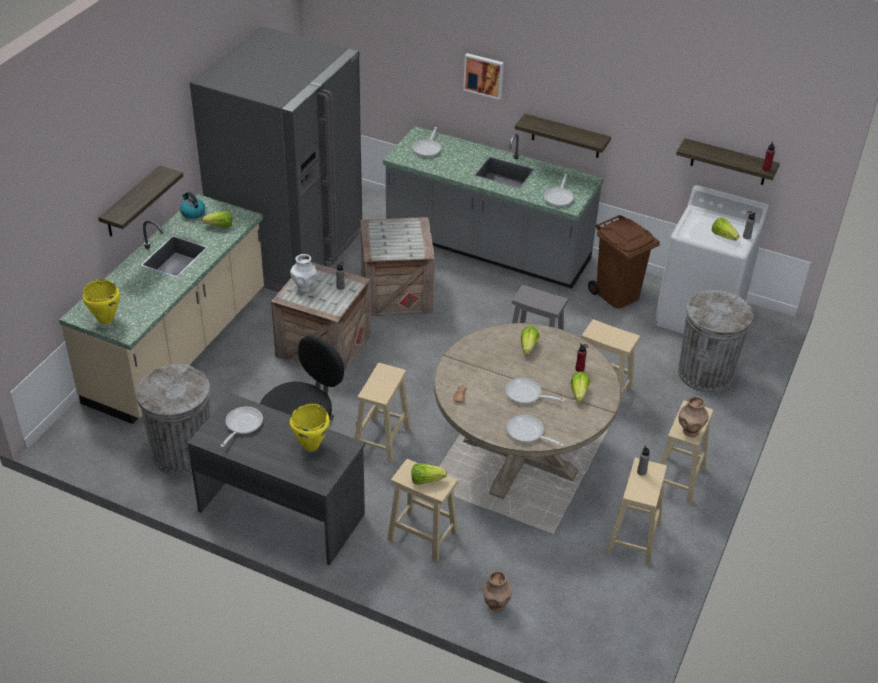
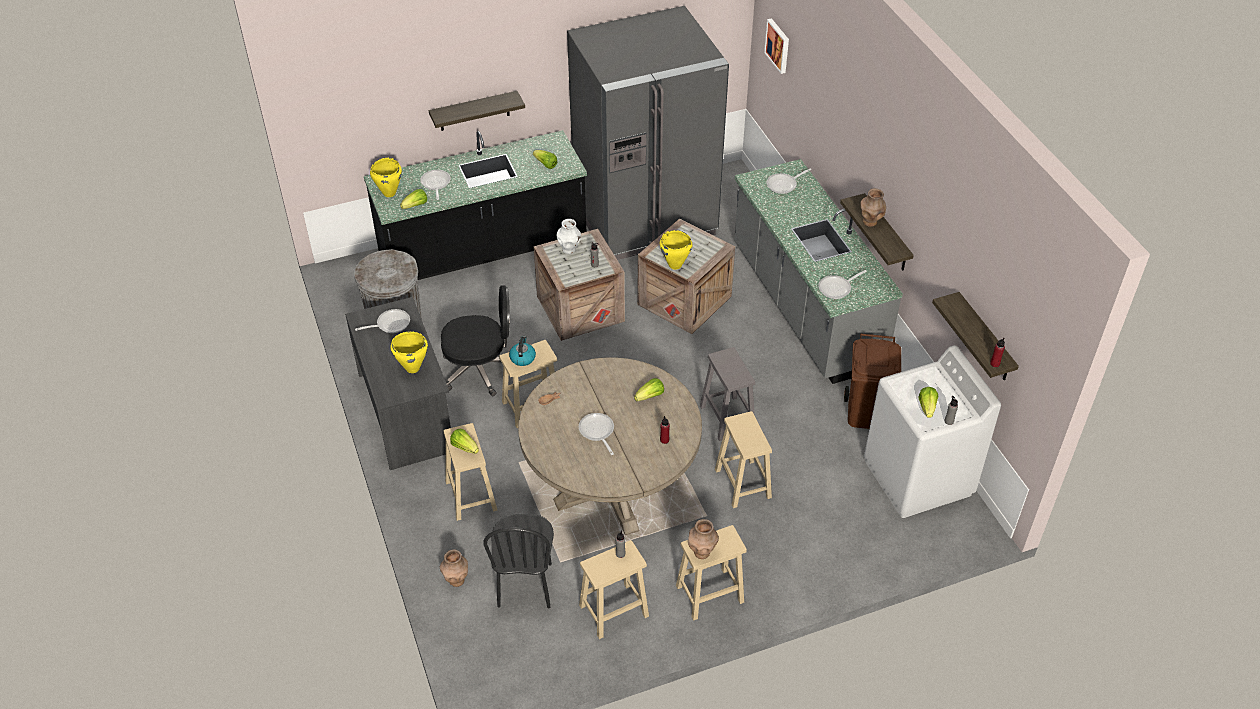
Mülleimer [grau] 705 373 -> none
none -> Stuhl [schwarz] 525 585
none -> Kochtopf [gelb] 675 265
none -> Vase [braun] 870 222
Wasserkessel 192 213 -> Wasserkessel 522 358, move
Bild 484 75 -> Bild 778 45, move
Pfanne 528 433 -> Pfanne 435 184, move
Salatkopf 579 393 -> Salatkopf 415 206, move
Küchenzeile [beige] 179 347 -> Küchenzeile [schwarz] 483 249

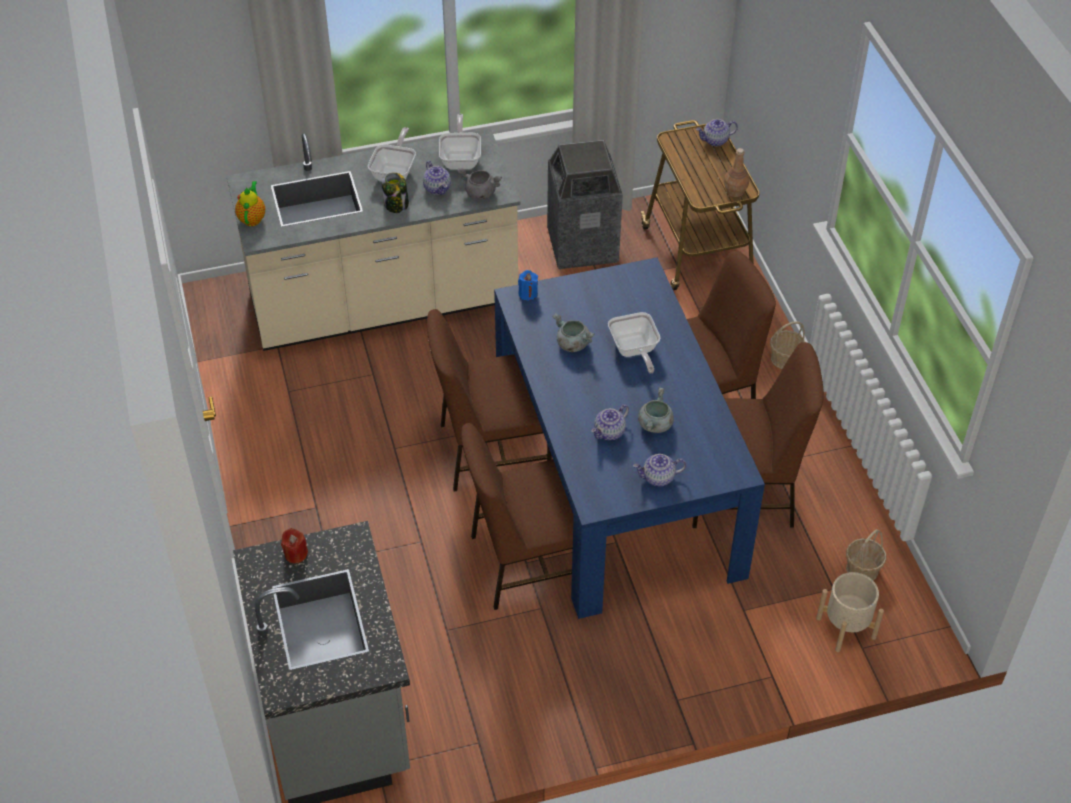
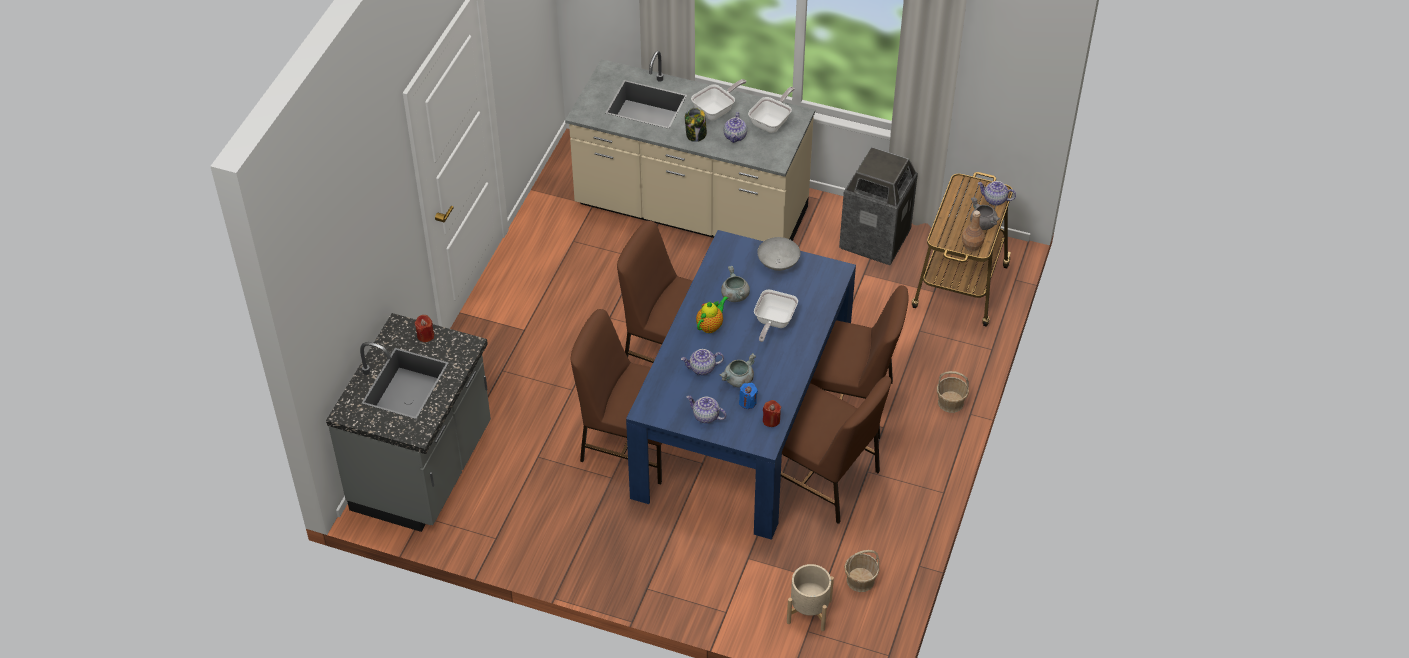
none -> Schüssel [grau] 777 264
none -> Kerze [rot] 771 420
Teekanne 252 218 -> Teekanne 711 325, move
Kochtopf [grau] 479 193 -> Kochtopf [grau] 982 224, move
Kerze [blau] 528 293 -> Kerze [blau] 747 402, move

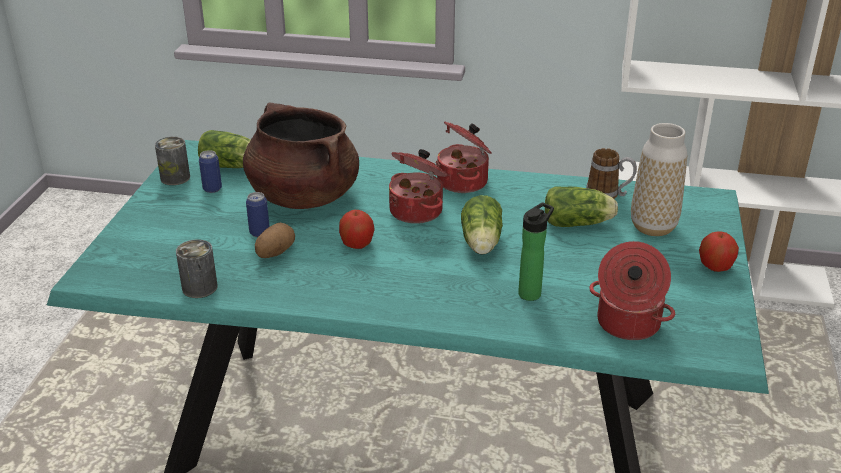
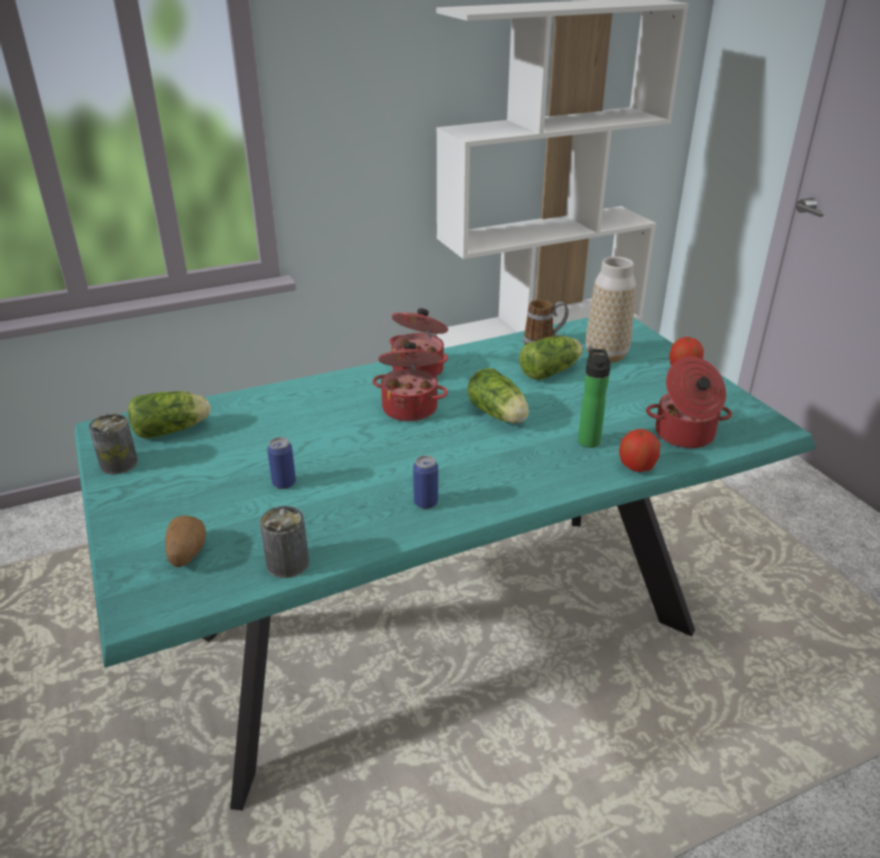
Kochtopf [braun] 303 196 -> none
Dose 212 189 -> Dose 426 502, move
Kartoffel 275 252 -> Kartoffel 186 554, move
Apfel 357 244 -> Apfel 636 467, move

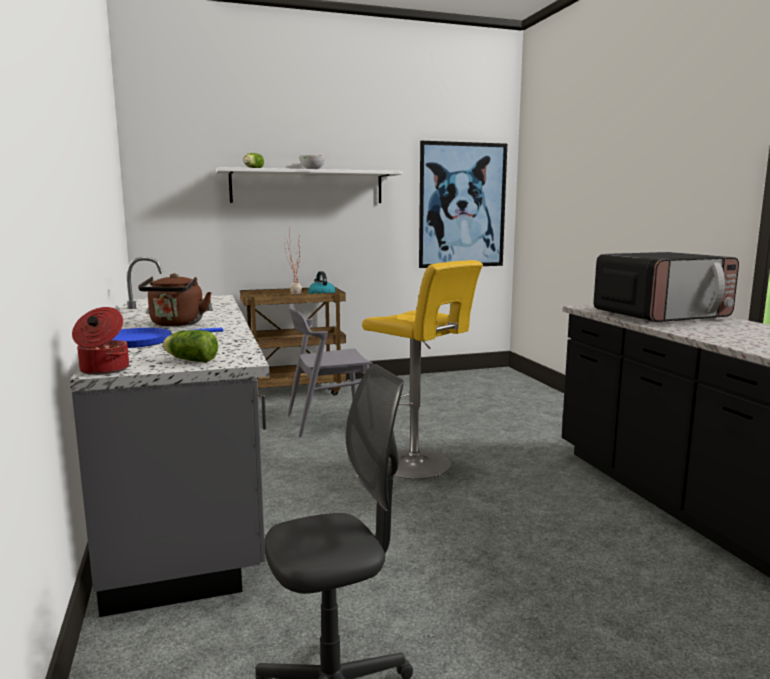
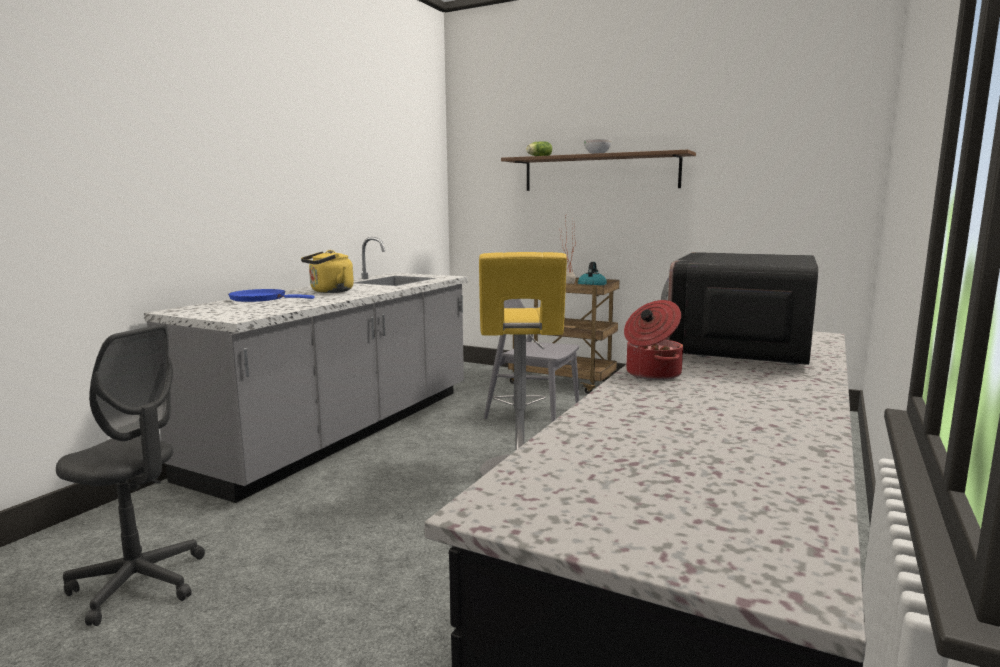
Salatkopf 190 360 -> none
Bild 462 205 -> none
Kochtopf 103 370 -> Kochtopf 651 374, move
Wasserkessel [braun] 176 324 -> Wasserkessel [gelb] 329 291
Wandregal [weiß] 307 187 -> Wandregal [braun] 599 173
Mikrowelle 661 315 -> Mikrowelle 739 348, 90 degrees clockwise

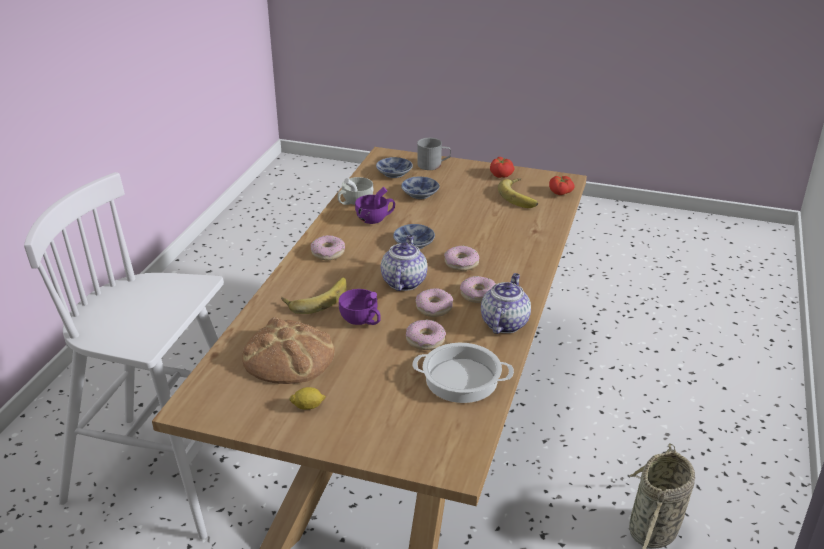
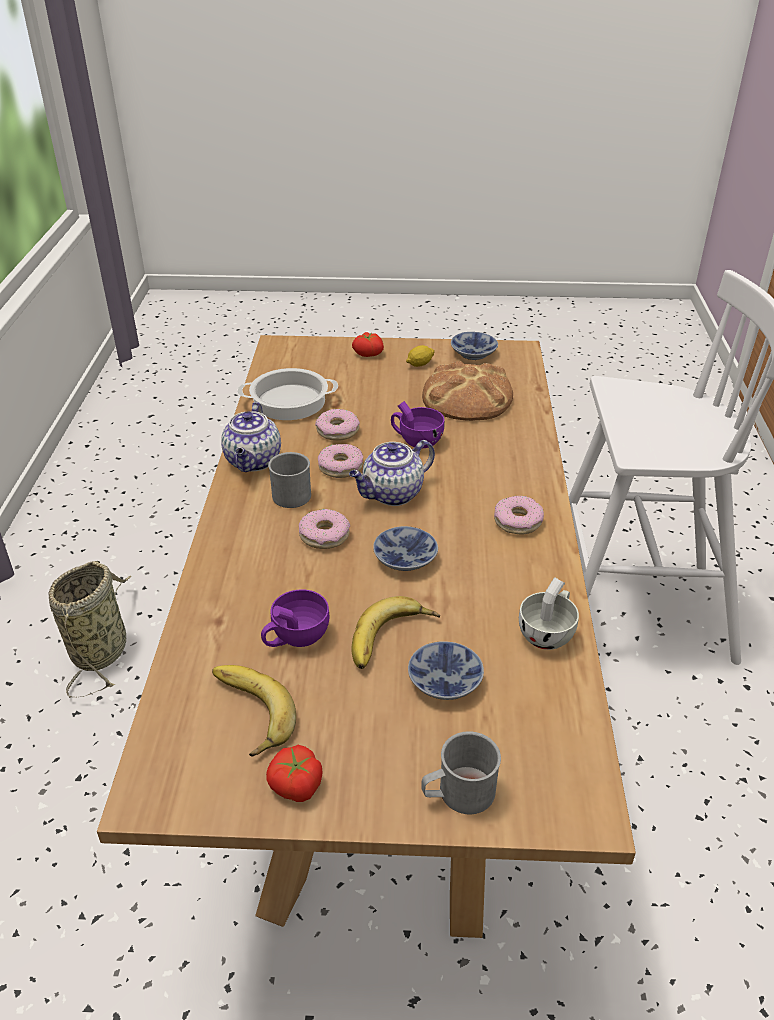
Banane 316 298 -> Banane 392 640, move
Tasse [lila] 375 219 -> Tasse [lila] 295 637, move
Schüssel 395 173 -> Schüssel 471 353, move
Tomate 560 193 -> Tomate 368 353, move
Donut 478 294 -> Henkelbecher [grau] 291 492
Teekanne 403 281 -> Teekanne 392 494, 60 degrees clockwise

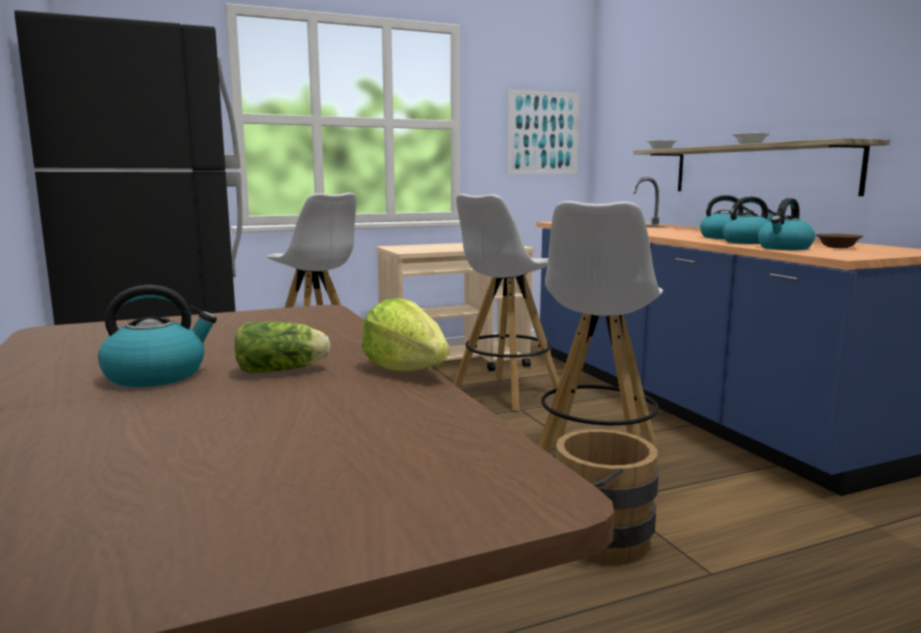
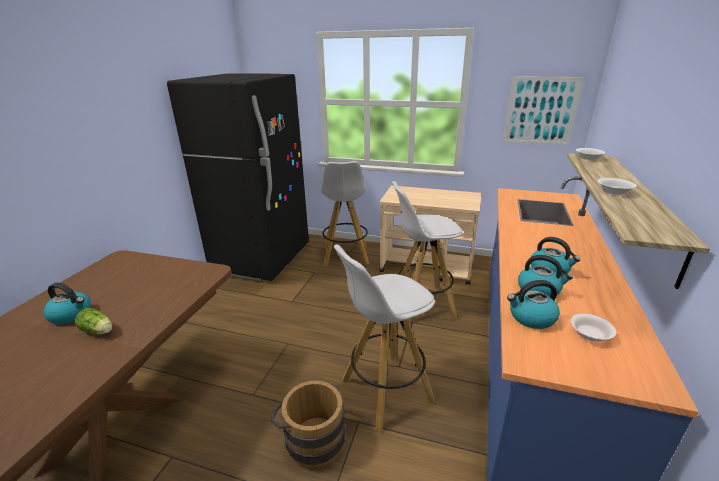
Salatkopf 406 369 -> none
Schüssel [braun] 838 247 -> Schüssel [weiß] 590 335

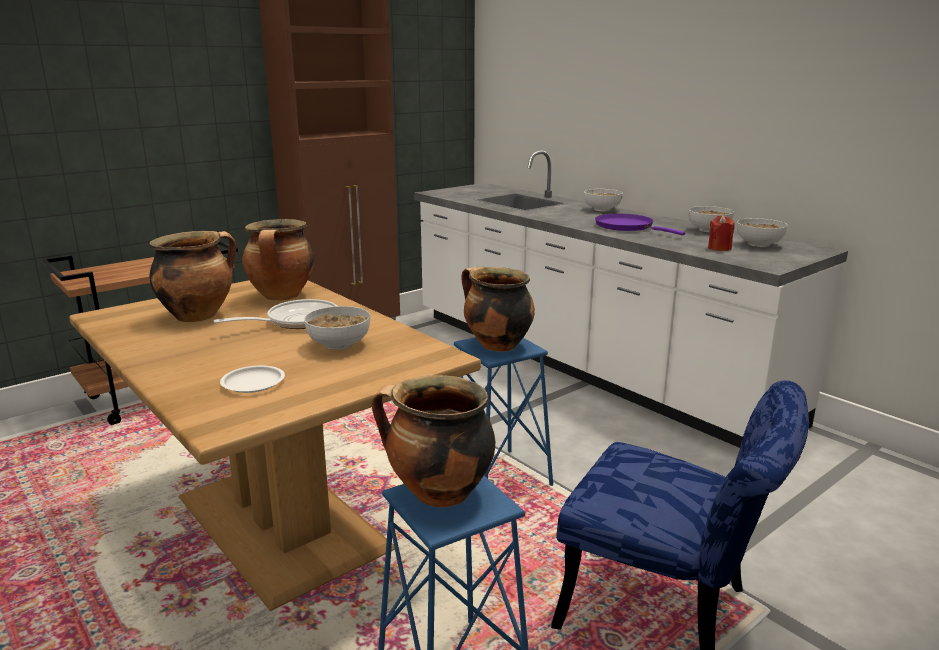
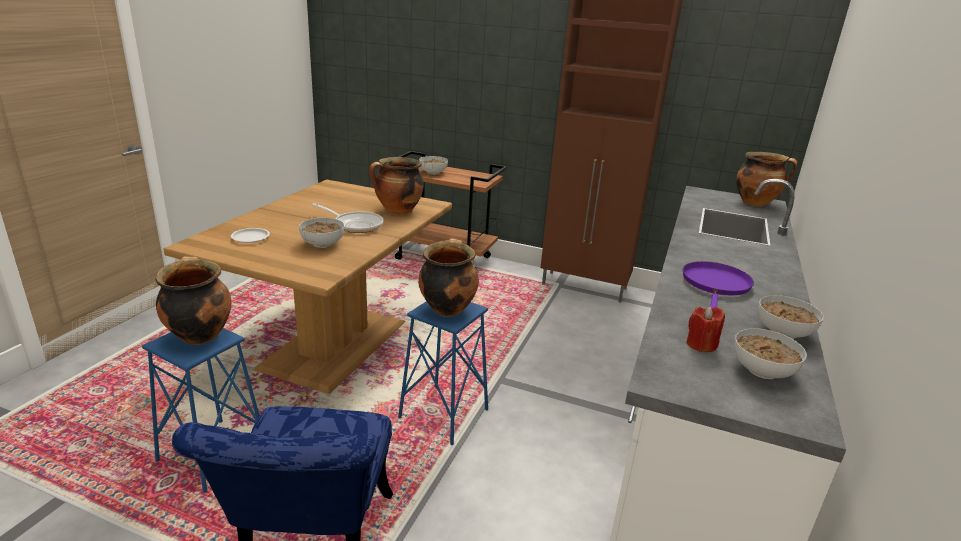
Kochtopf 198 315 -> Kochtopf 756 203, move
Schüssel 601 209 -> Schüssel 433 172, move

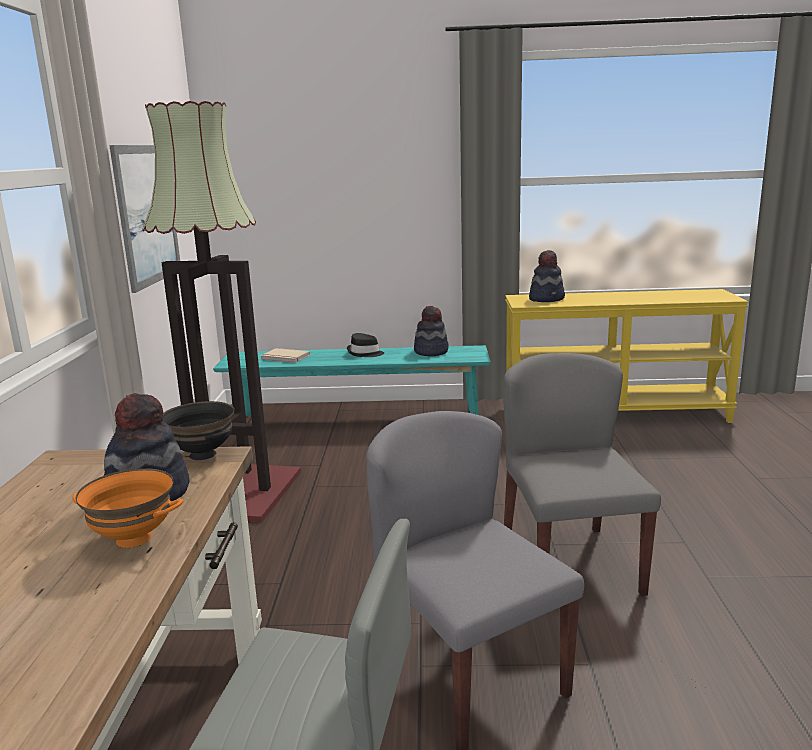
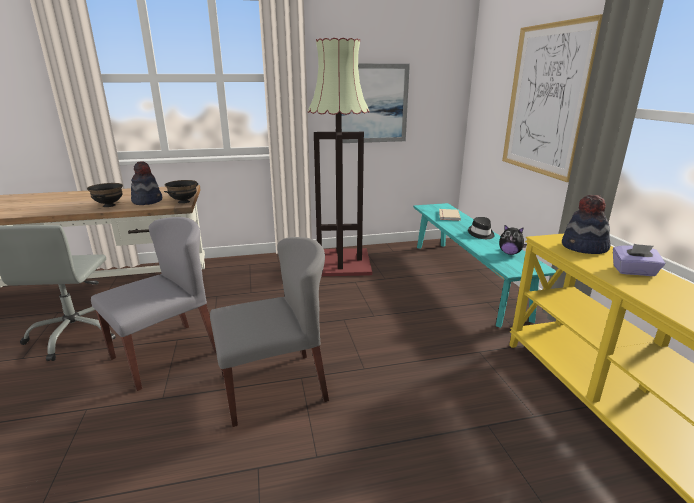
none -> Bild 546 100
none -> Taschentuchbox [lila] 634 271
Hut 431 351 -> Plüschtier 510 253
Schüssel [orange] 133 539 -> Schüssel [schwarz] 109 205

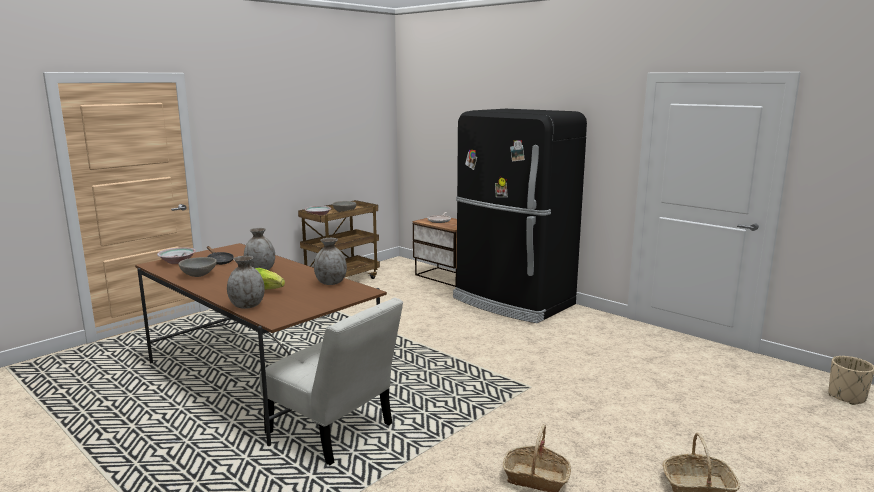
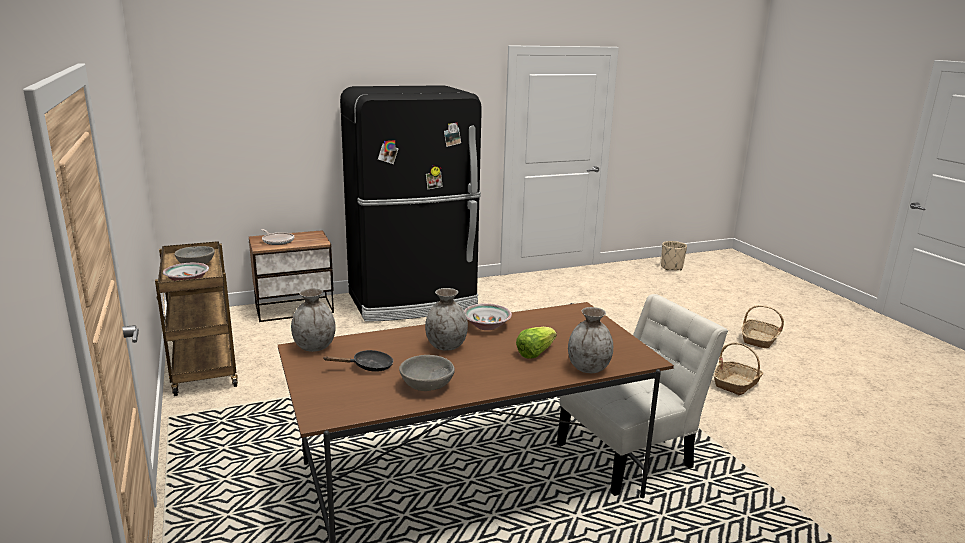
Schüssel 178 262 -> Schüssel 486 325, move
Vase [grau] 331 283 -> Vase [grau] 315 347, move

